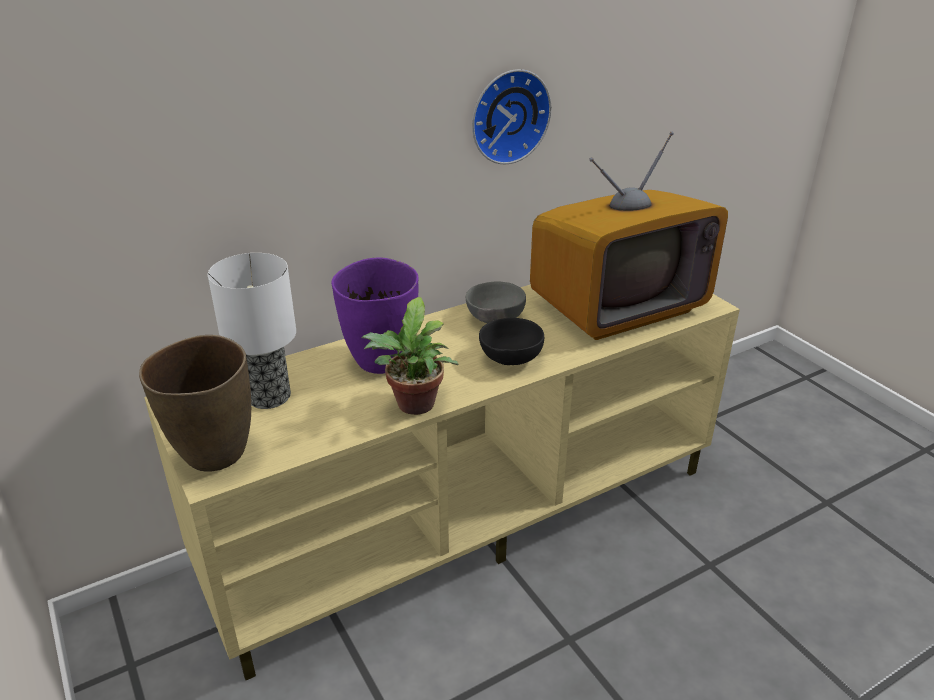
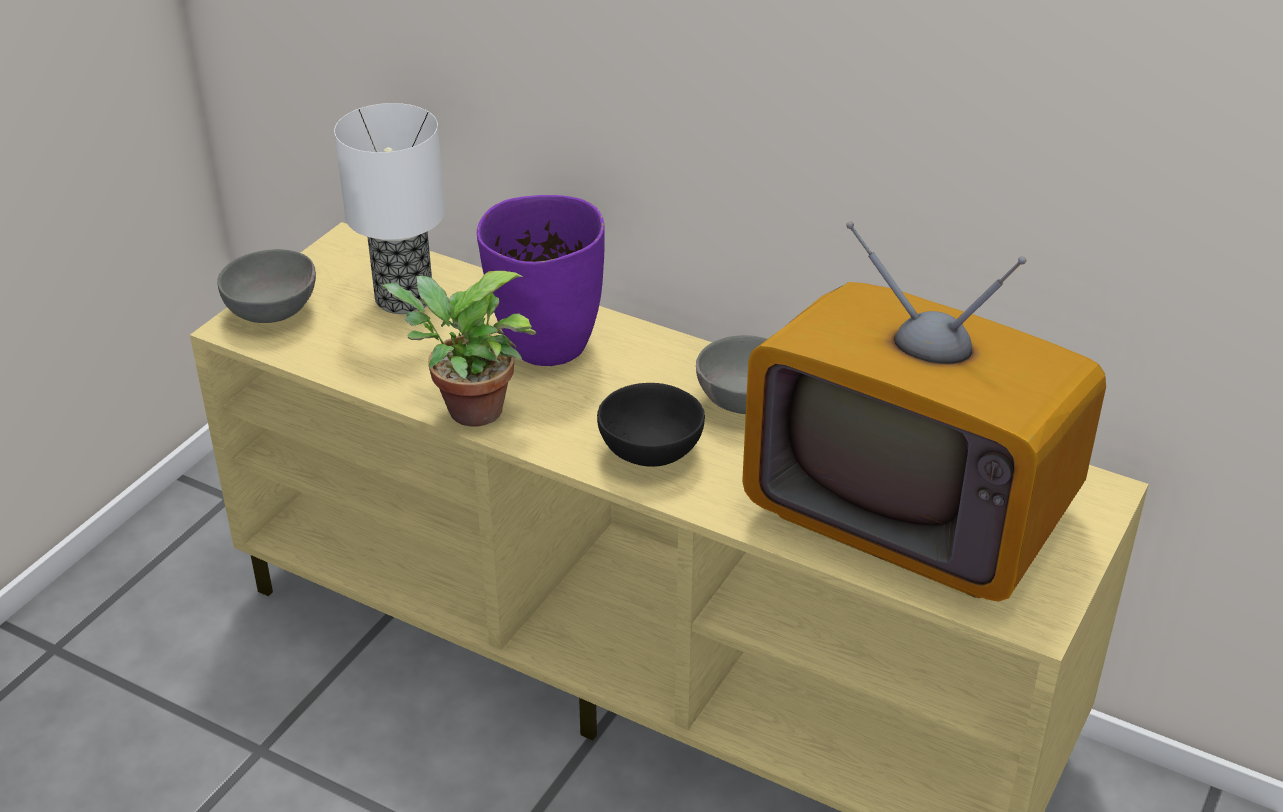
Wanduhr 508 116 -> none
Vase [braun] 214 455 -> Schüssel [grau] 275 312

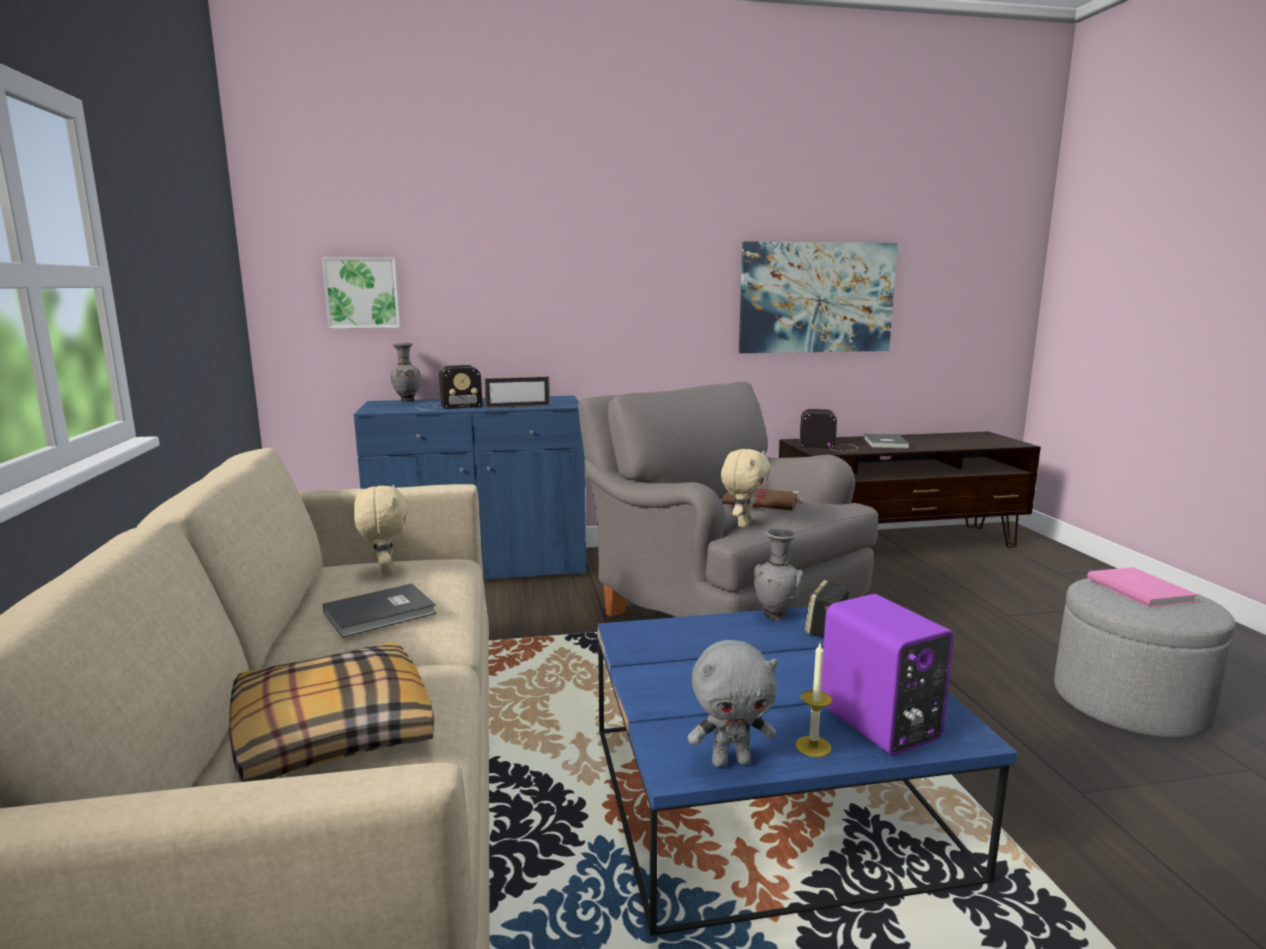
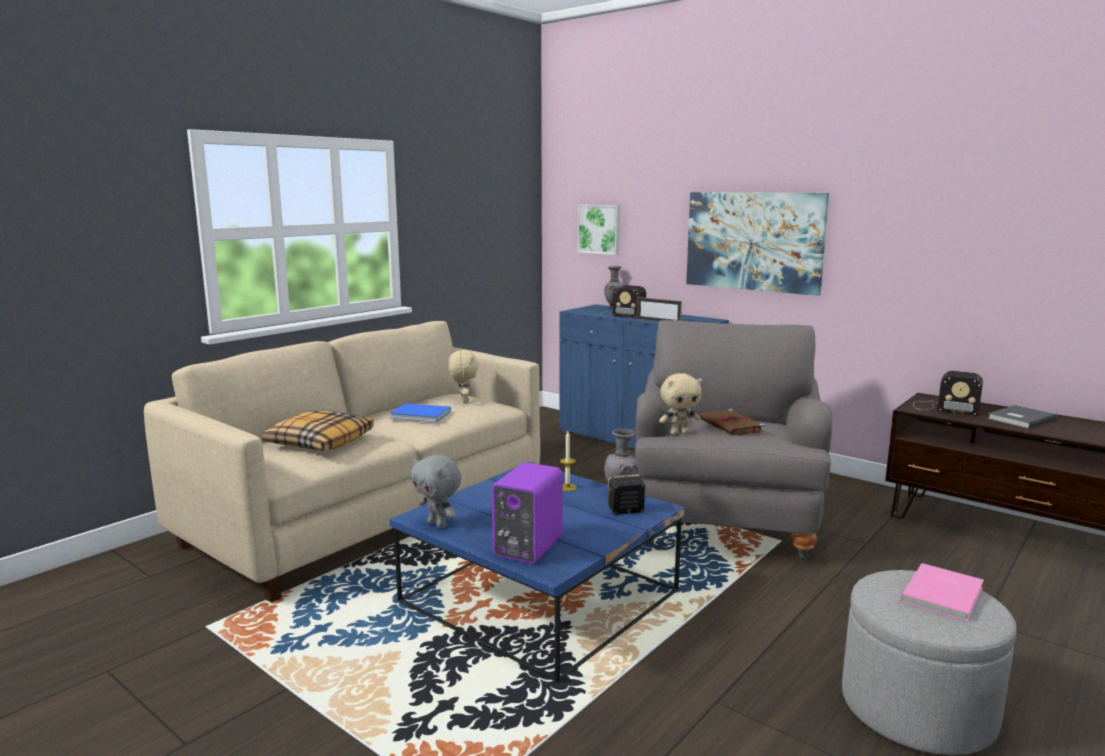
Bild 816 298 -> Bild 754 241, move
Kerze 813 746 -> Kerze 567 487, move
Buch [grau] 382 613 -> Buch [blau] 421 415
Plüschtier [beige] 385 572 -> Plüschtier [beige] 463 401, 45 degrees counterclockwise
Radio 830 446 -> Radio 943 408, 150 degrees clockwise

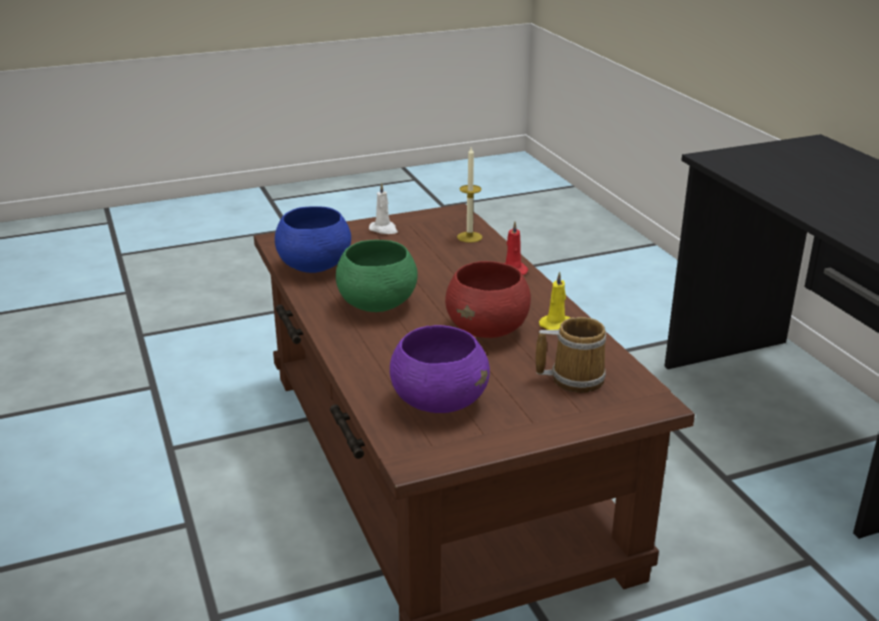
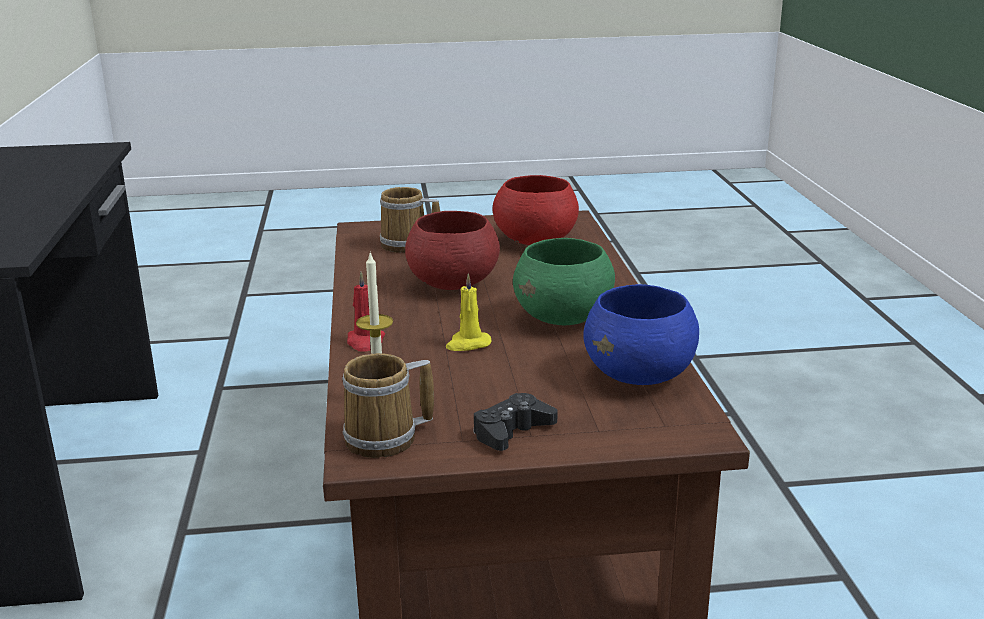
none -> Henkelbecher 386 439
Kerze [gelb] 557 325 -> Kerze [gelb] 468 344, move
Kerze [weiß] 384 230 -> Gamepad [schwarz] 512 431
Schüssel [lila] 439 402 -> Schüssel [rot] 535 241

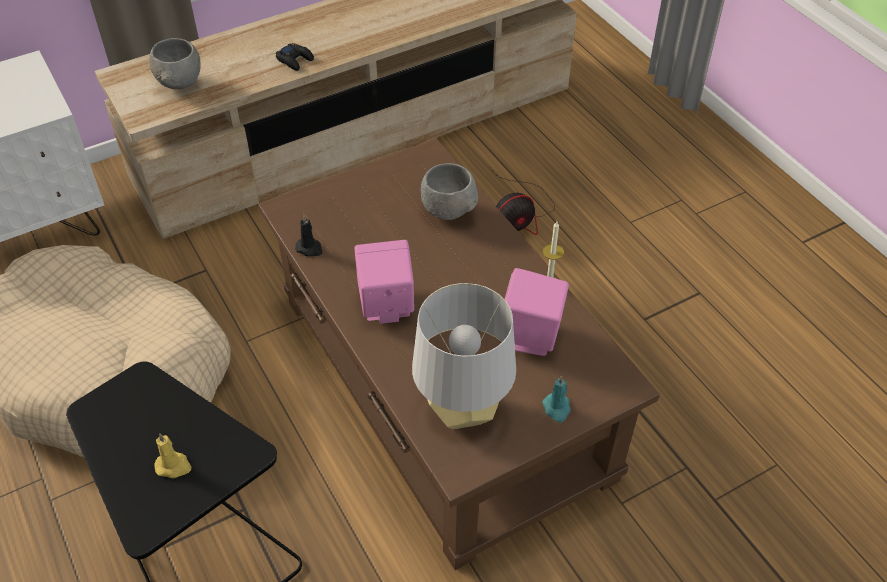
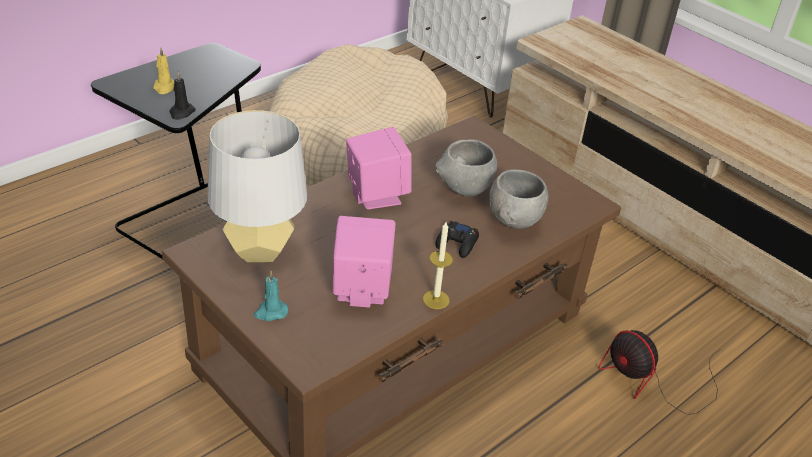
Schüssel [grau] 179 85 -> Schüssel [grau] 464 190, move
Gamepad [schwarz] 295 60 -> Gamepad [schwarz] 457 244, move
Kerze [schwarz] 309 248 -> Kerze [schwarz] 181 112, move

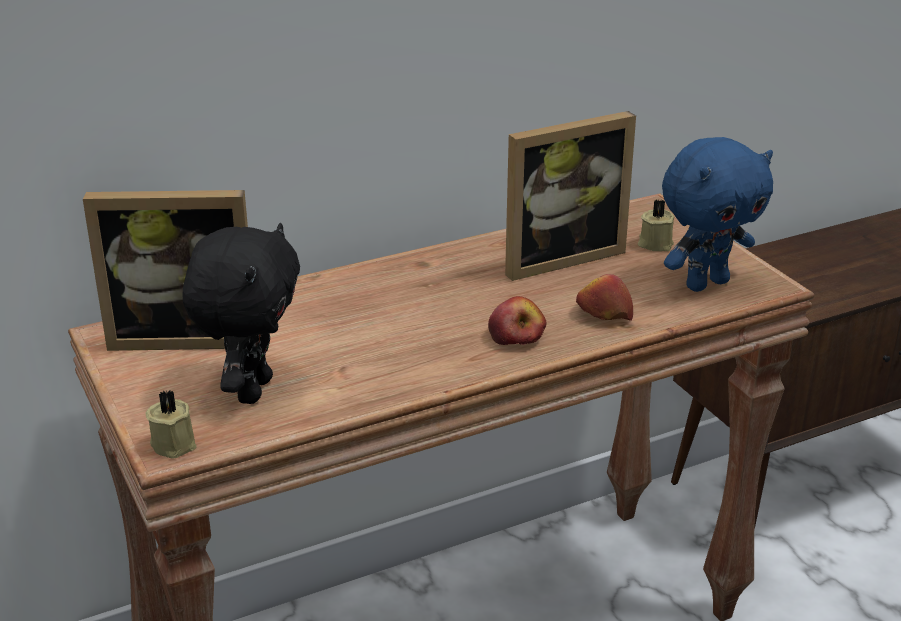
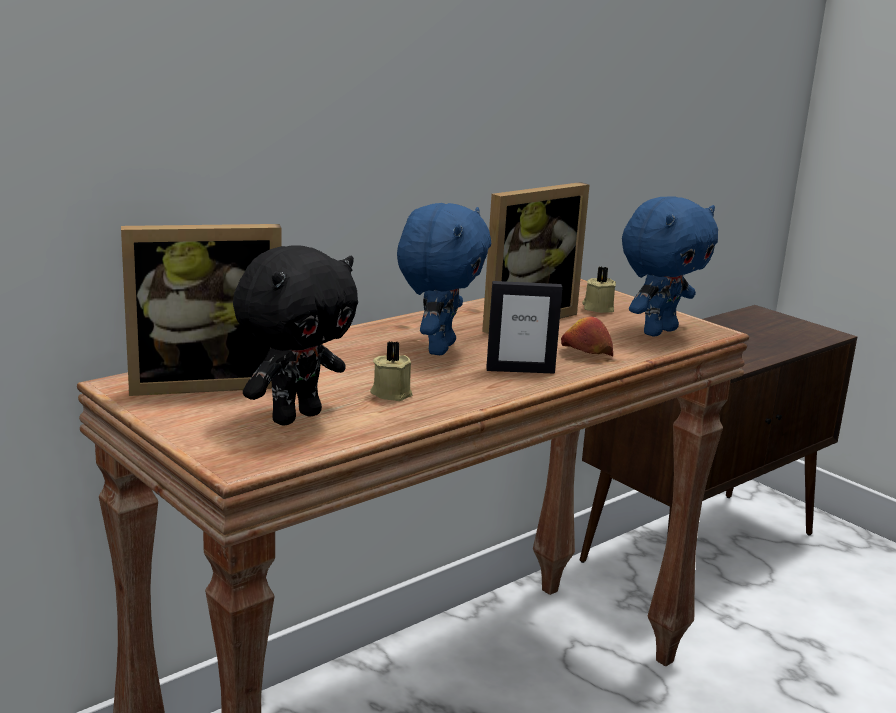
none -> Plüschtier [blau] 438 348
Kerze [beige] 175 443 -> Kerze [beige] 391 393, move
Apfel 516 336 -> Bilderrahmen 520 370
Plüschtier [schwarz] 251 389 -> Plüschtier [schwarz] 295 416, 45 degrees clockwise

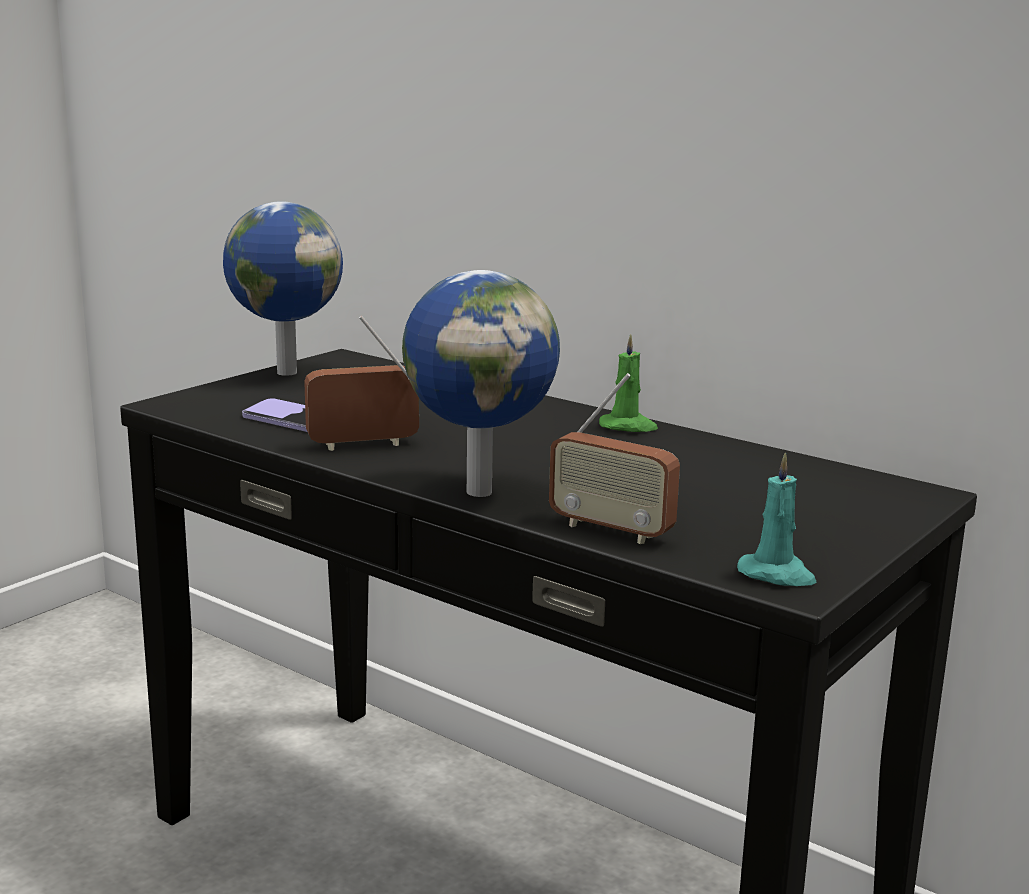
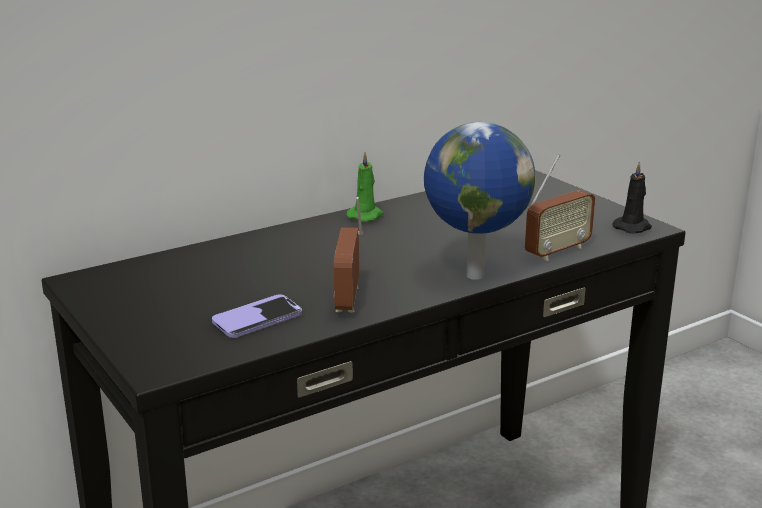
Globus 285 372 -> none
Kerze [türkis] 777 575 -> Kerze [schwarz] 633 227

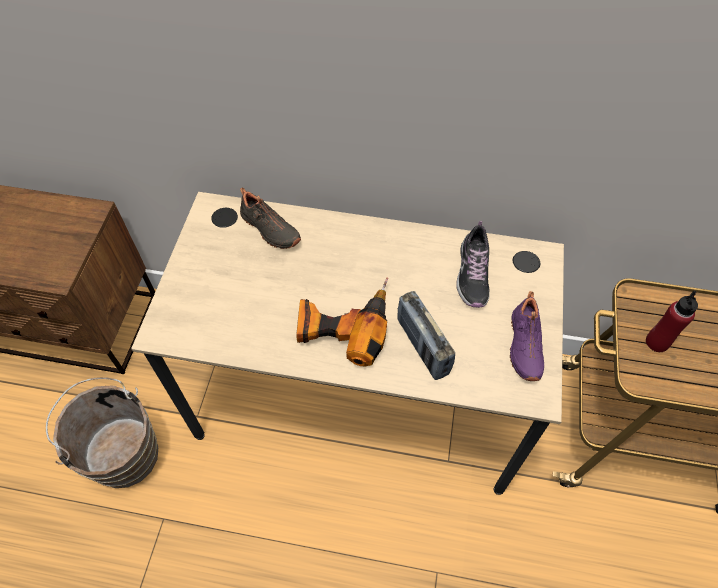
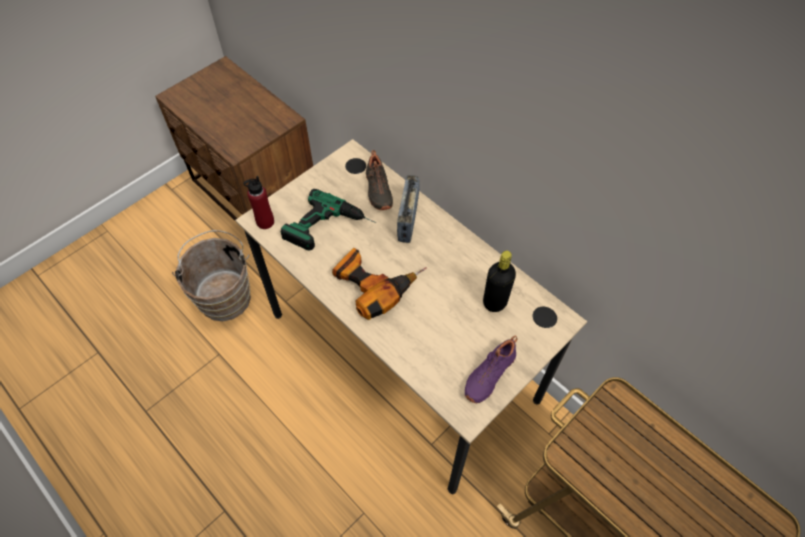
none -> Bohrmaschine 331 229
Radio 422 347 -> Radio 408 219, move
Flasche [rot] 657 342 -> Flasche [rot] 265 222, move
Schuh 473 274 -> Flasche [schwarz] 494 302

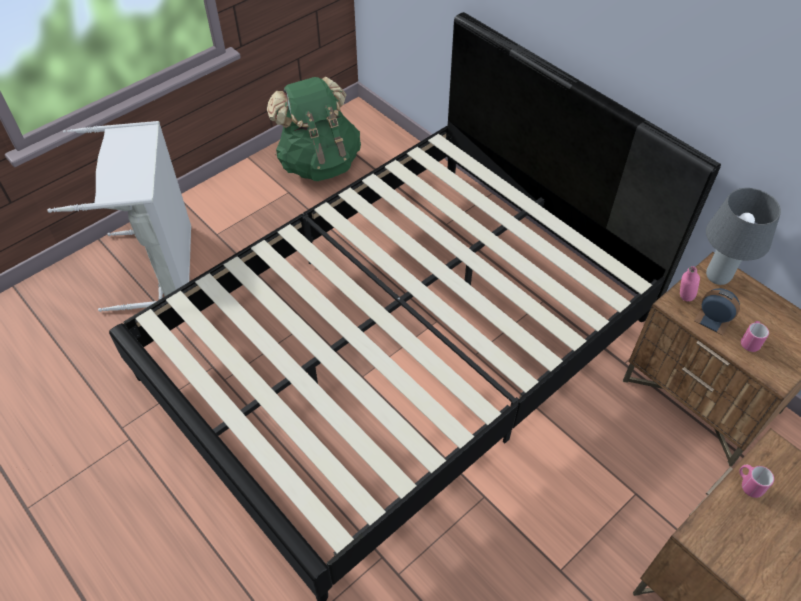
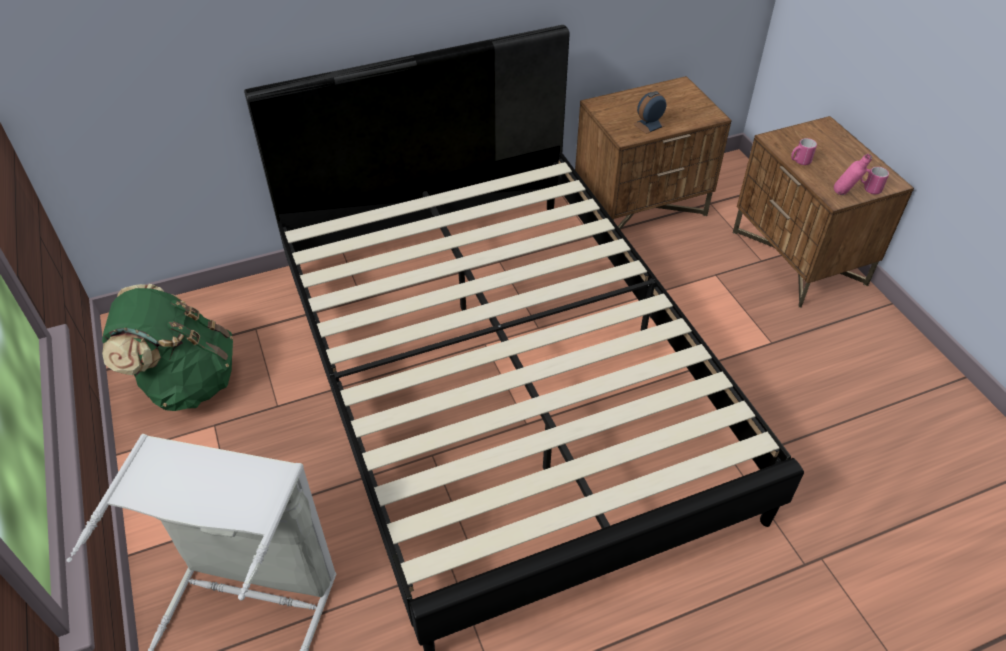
Tischlampe [grau] 718 277 -> none
Flasche [rosa] 682 301 -> Flasche [rosa] 844 196, move
Henkelbecher [rosa] 750 341 -> Henkelbecher [rosa] 869 188, move

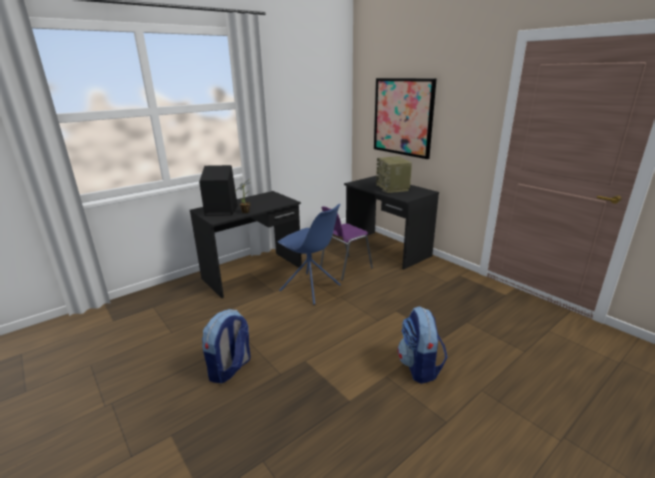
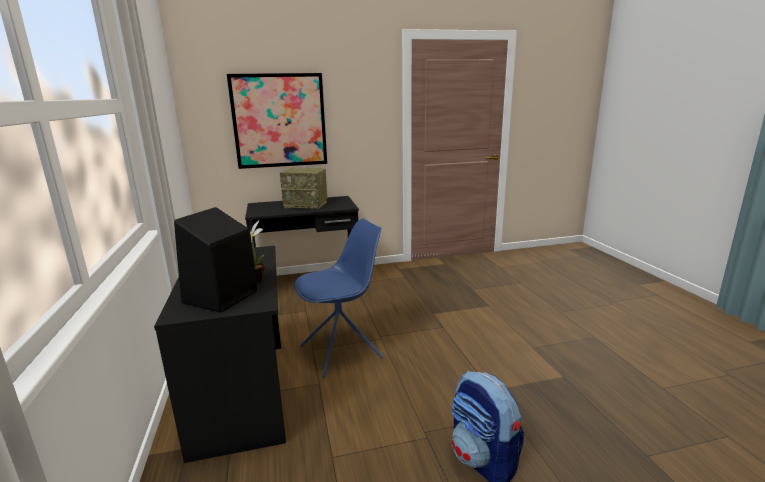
Stuhl [lila] 344 268 -> none
Rucksack 419 367 -> none

